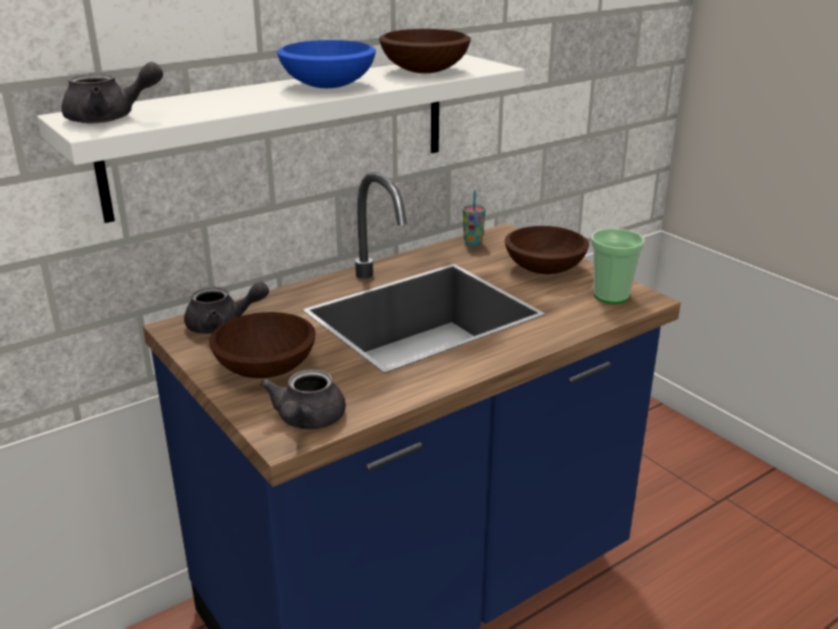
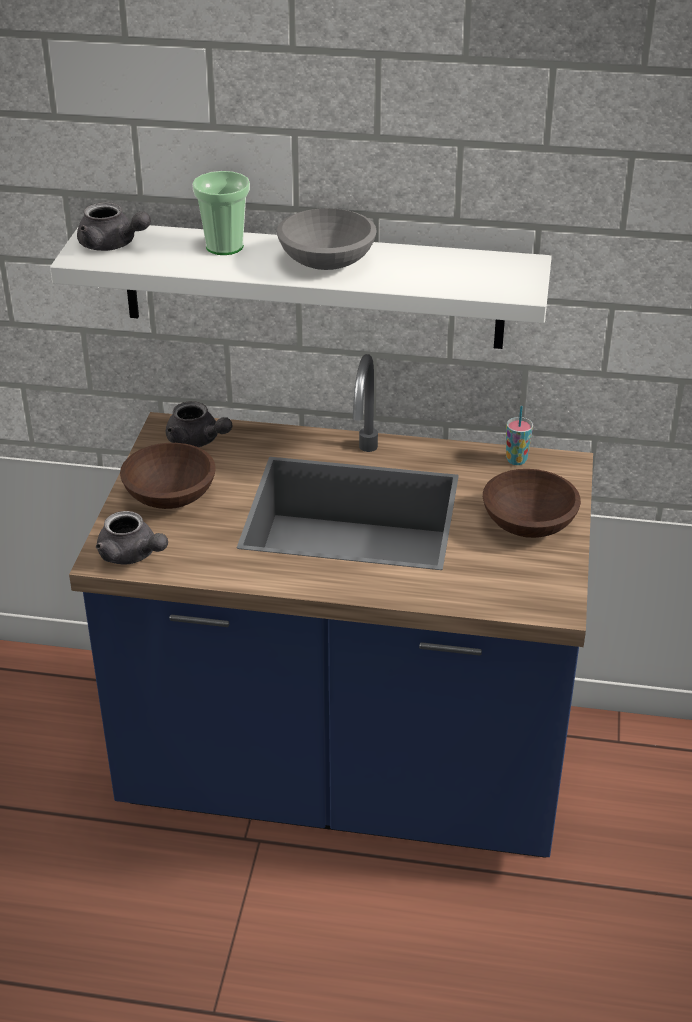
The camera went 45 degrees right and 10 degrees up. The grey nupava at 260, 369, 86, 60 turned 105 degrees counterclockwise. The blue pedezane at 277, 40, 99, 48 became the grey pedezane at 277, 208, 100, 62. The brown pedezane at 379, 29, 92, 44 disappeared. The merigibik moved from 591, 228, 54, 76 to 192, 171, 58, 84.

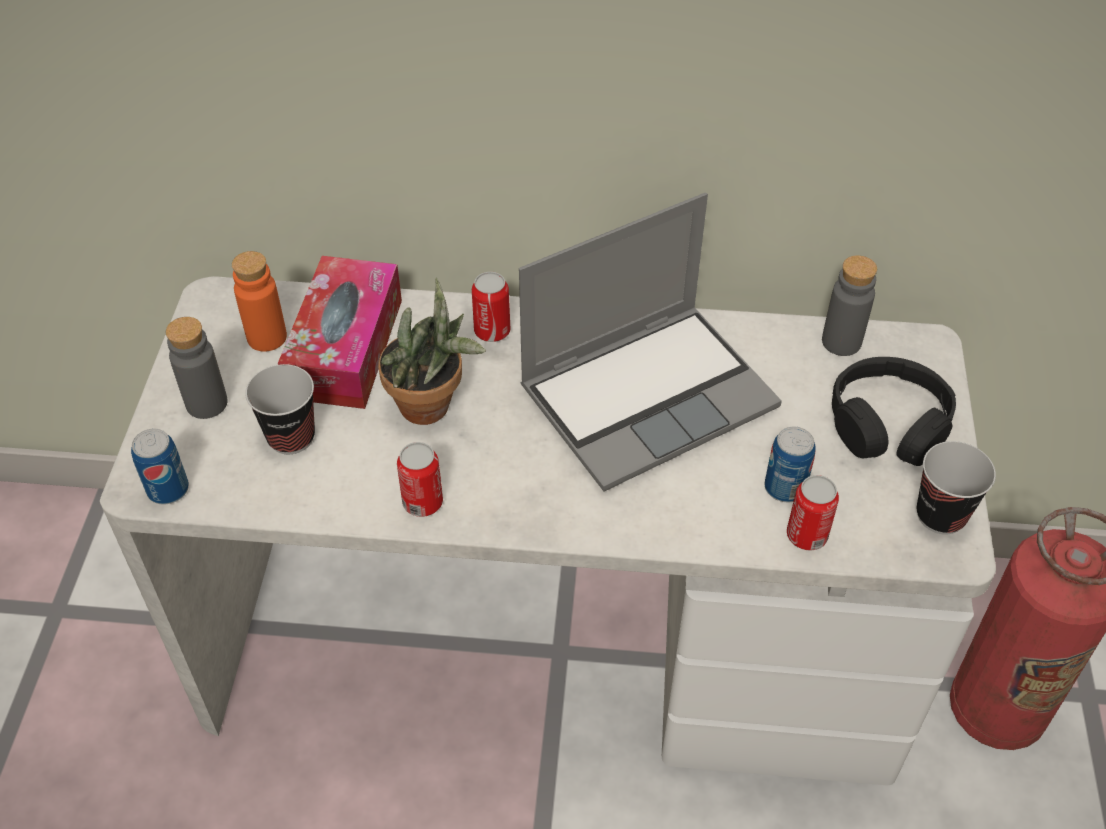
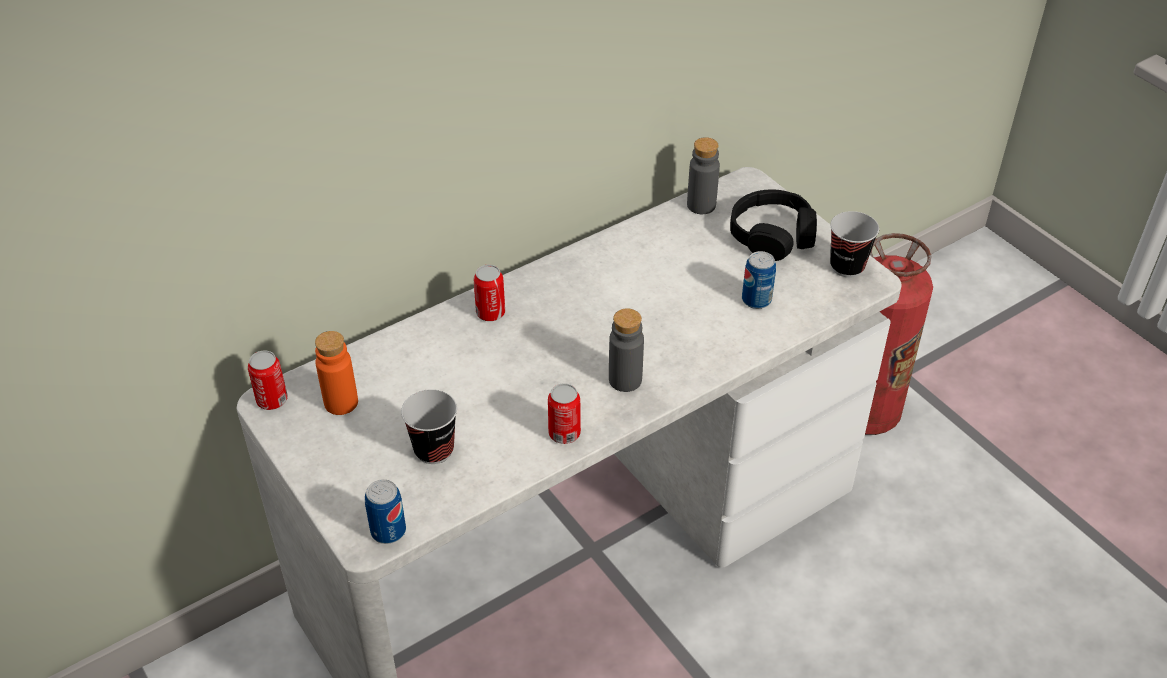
The camera went 40 degrees left and 5 degrees down. The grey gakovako moved from 166, 317, 61, 102 to 609, 308, 35, 84. The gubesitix at 278, 256, 124, 153 disappeared. The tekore at 378, 278, 108, 147 disappeared. The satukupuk at 519, 193, 263, 299 disappeared. The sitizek moved from 787, 475, 52, 75 to 248, 350, 40, 60.

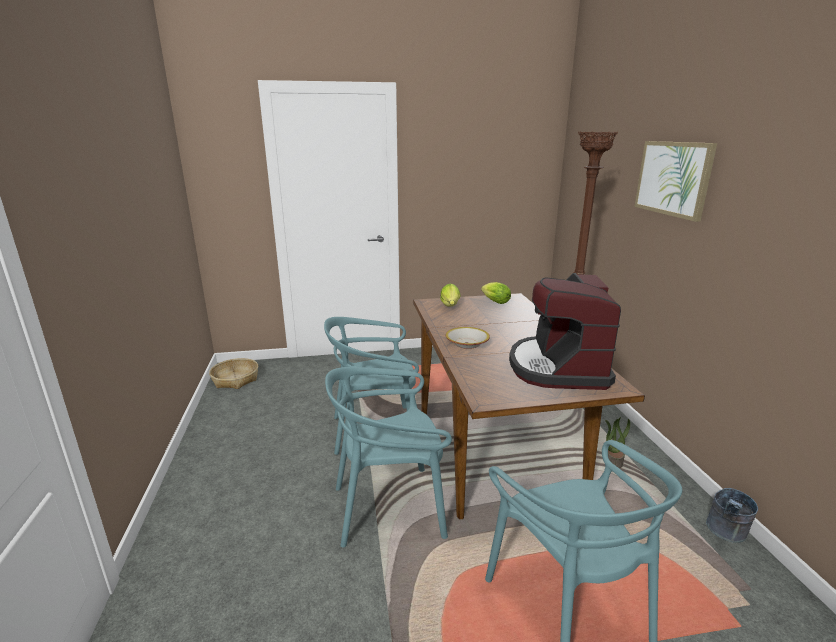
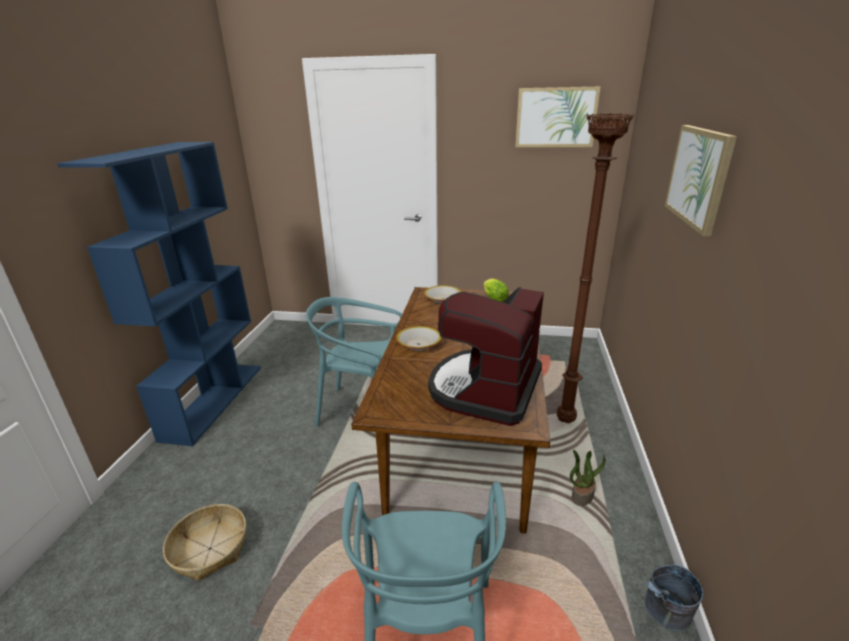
The camera went 20 degrees right and 5 degrees up. The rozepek moved from 209, 358, 49, 31 to 163, 504, 83, 77. The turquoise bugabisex at 325, 367, 127, 181 disappeared. The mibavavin at 440, 283, 21, 23 was replaced by the pedezane at 424, 285, 38, 19. The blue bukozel at 57, 142, 204, 304 appeared. The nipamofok at 515, 87, 85, 60 appeared.

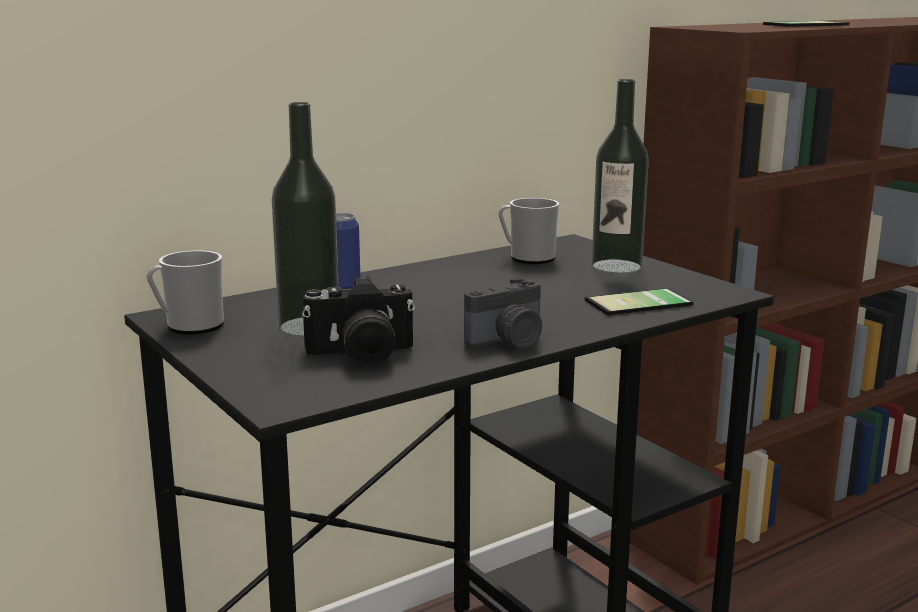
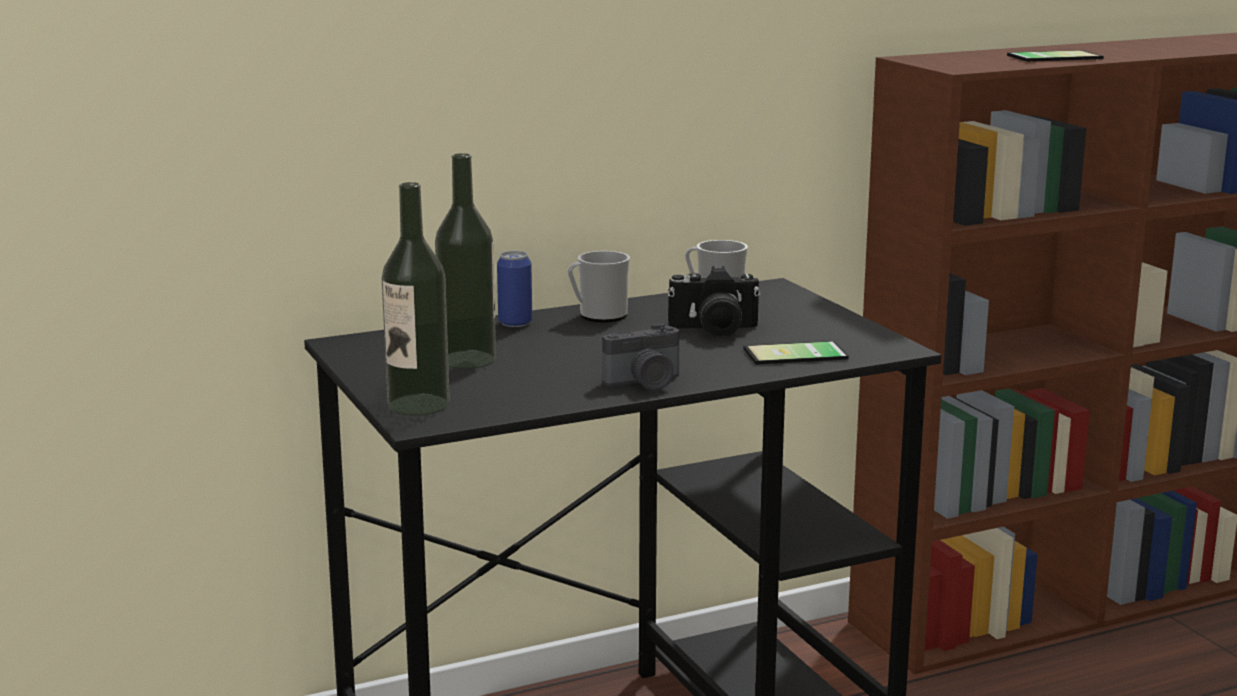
The camera went 10 degrees right and 0 degrees up. The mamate moved from 146, 250, 78, 85 to 568, 251, 62, 71. The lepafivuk moved from 302, 276, 113, 90 to 668, 266, 92, 72. The gakovako moved from 592, 79, 57, 195 to 382, 182, 68, 234.

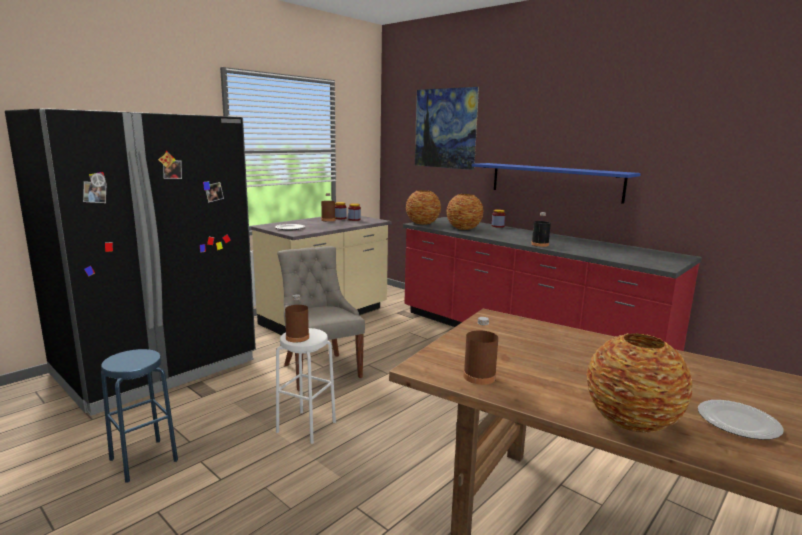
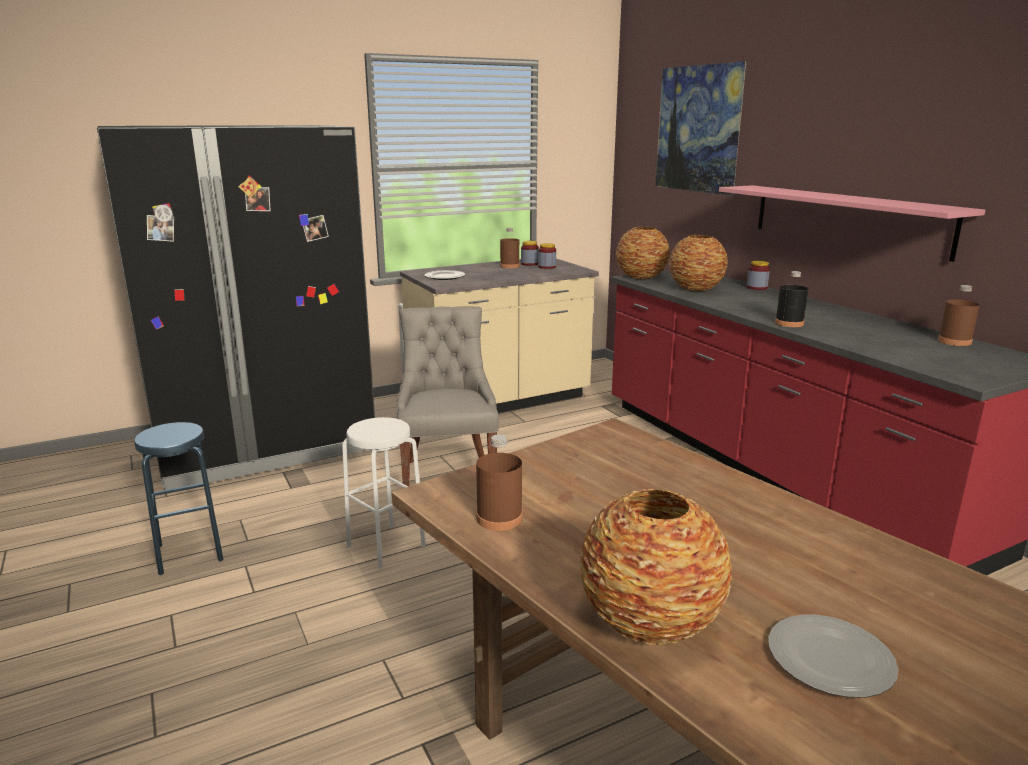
The camera went 20 degrees right and 5 degrees up. The brown gakovako moved from 285, 294, 24, 48 to 938, 285, 42, 61. The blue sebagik at 472, 163, 169, 41 became the pink sebagik at 719, 185, 266, 77.

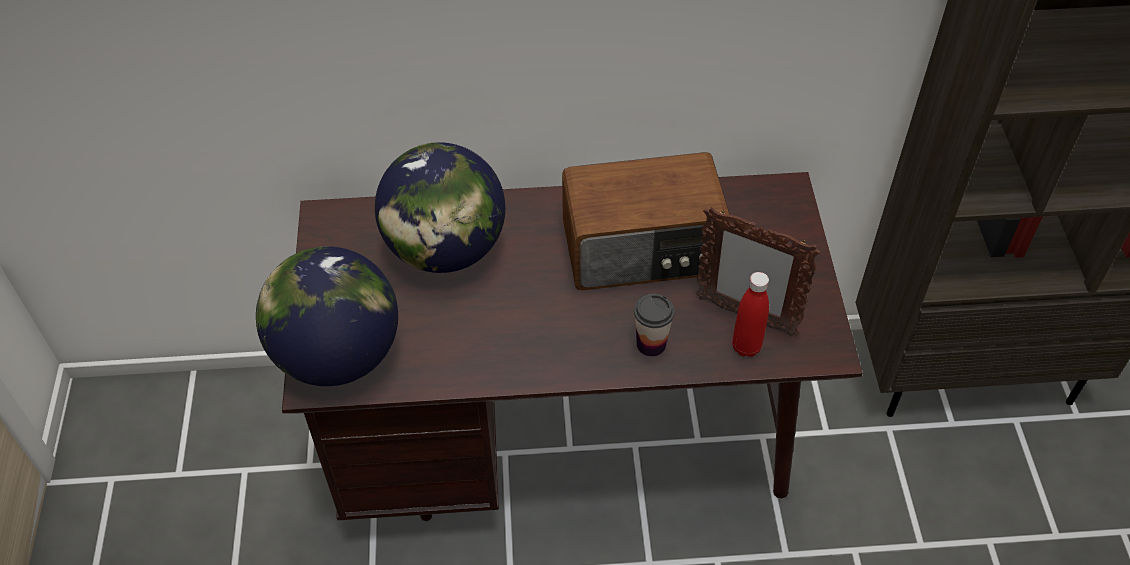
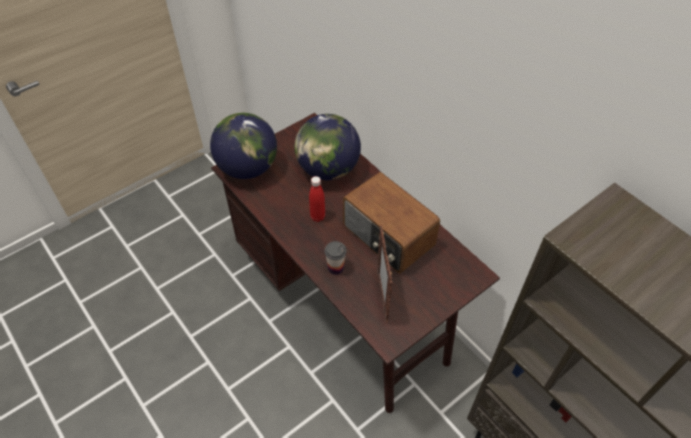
The camera went 55 degrees right and 0 degrees up. The red gakovako moved from 732, 272, 37, 85 to 309, 176, 16, 46.

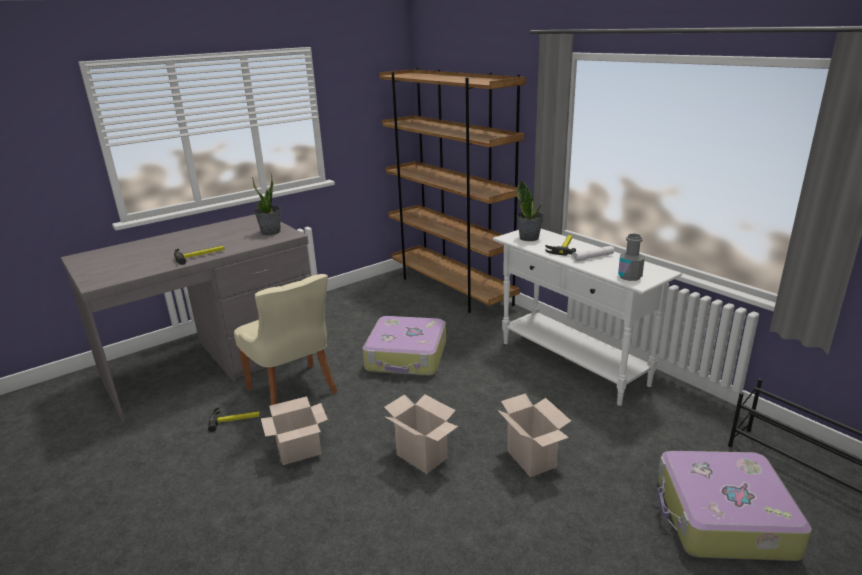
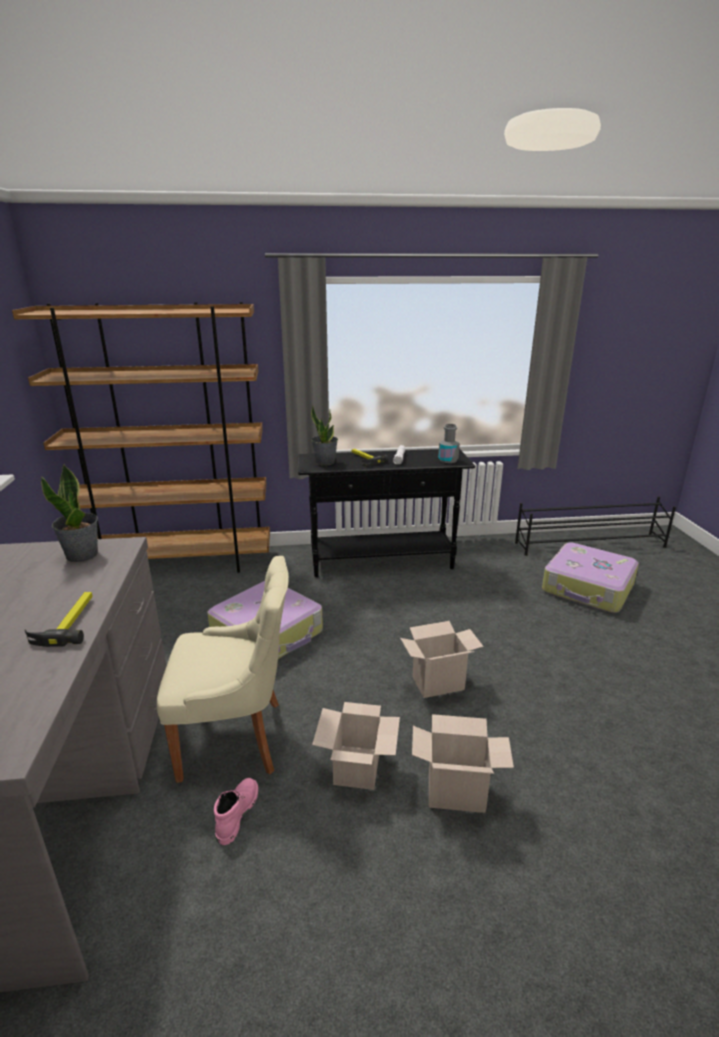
The camera went 60 degrees left and 0 degrees up. The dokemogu at 208, 407, 52, 25 was replaced by the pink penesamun at 214, 778, 44, 67. The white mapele at 493, 229, 189, 177 became the black mapele at 297, 449, 178, 128. The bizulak moved from 497, 393, 74, 84 to 412, 714, 102, 99.

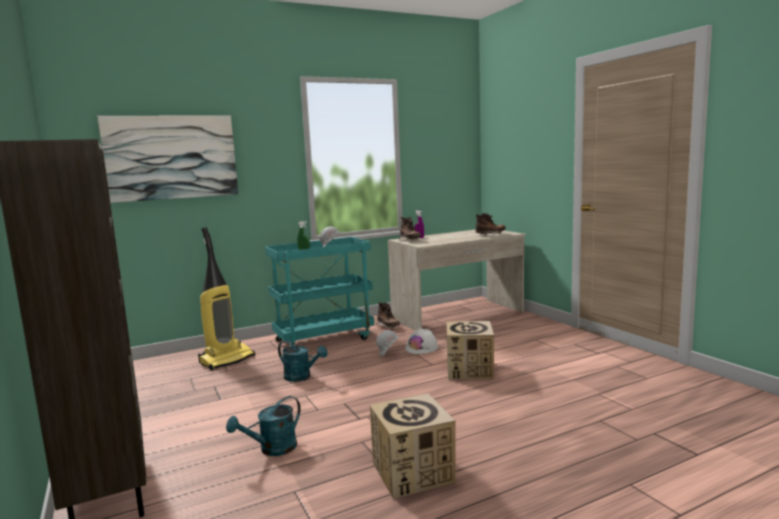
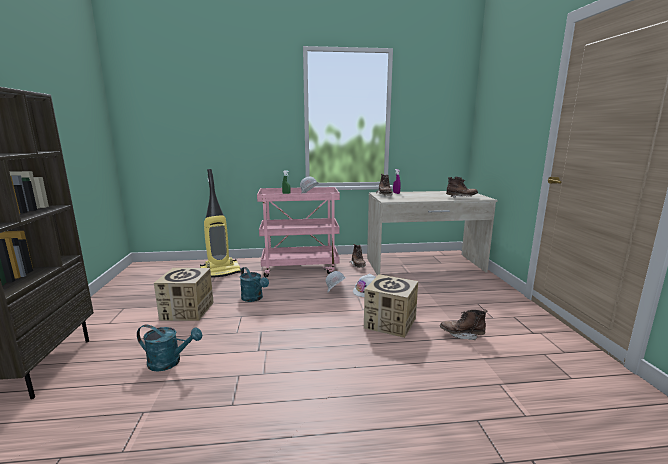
The camera went 20 degrees right and 5 degrees up. The nipamofok at 98, 115, 140, 88 disappeared. The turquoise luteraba at 226, 396, 75, 60 turned 150 degrees counterclockwise. The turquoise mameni at 265, 237, 109, 109 became the pink mameni at 257, 187, 83, 90. The bizulak moved from 370, 393, 85, 106 to 154, 268, 60, 53. The brown penesamun at 440, 309, 47, 31 appeared.

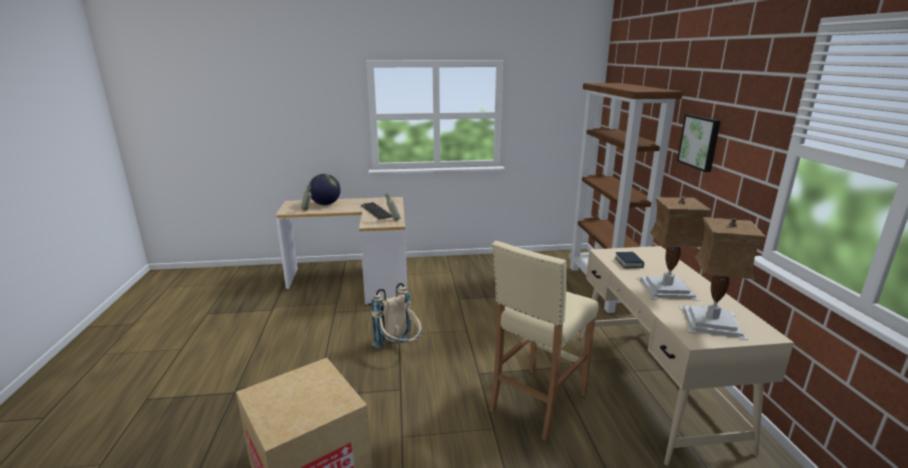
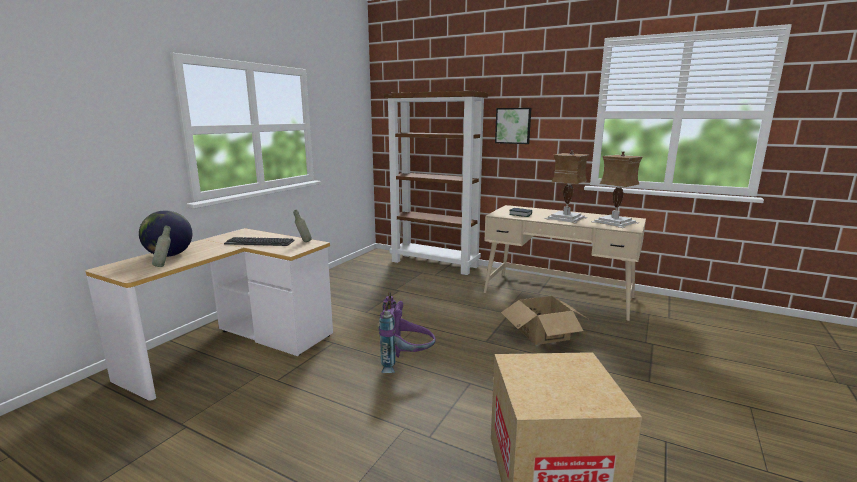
The camera went 55 degrees left and 5 degrees down. The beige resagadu at 371, 283, 51, 66 became the purple resagadu at 379, 292, 57, 81. The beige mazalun at 489, 241, 110, 200 was replaced by the bizulak at 501, 296, 87, 49.

